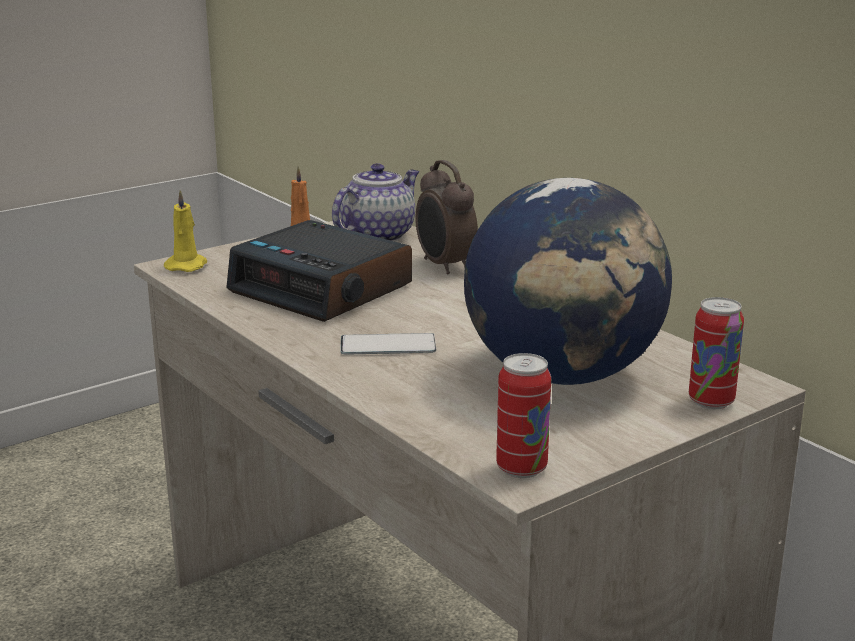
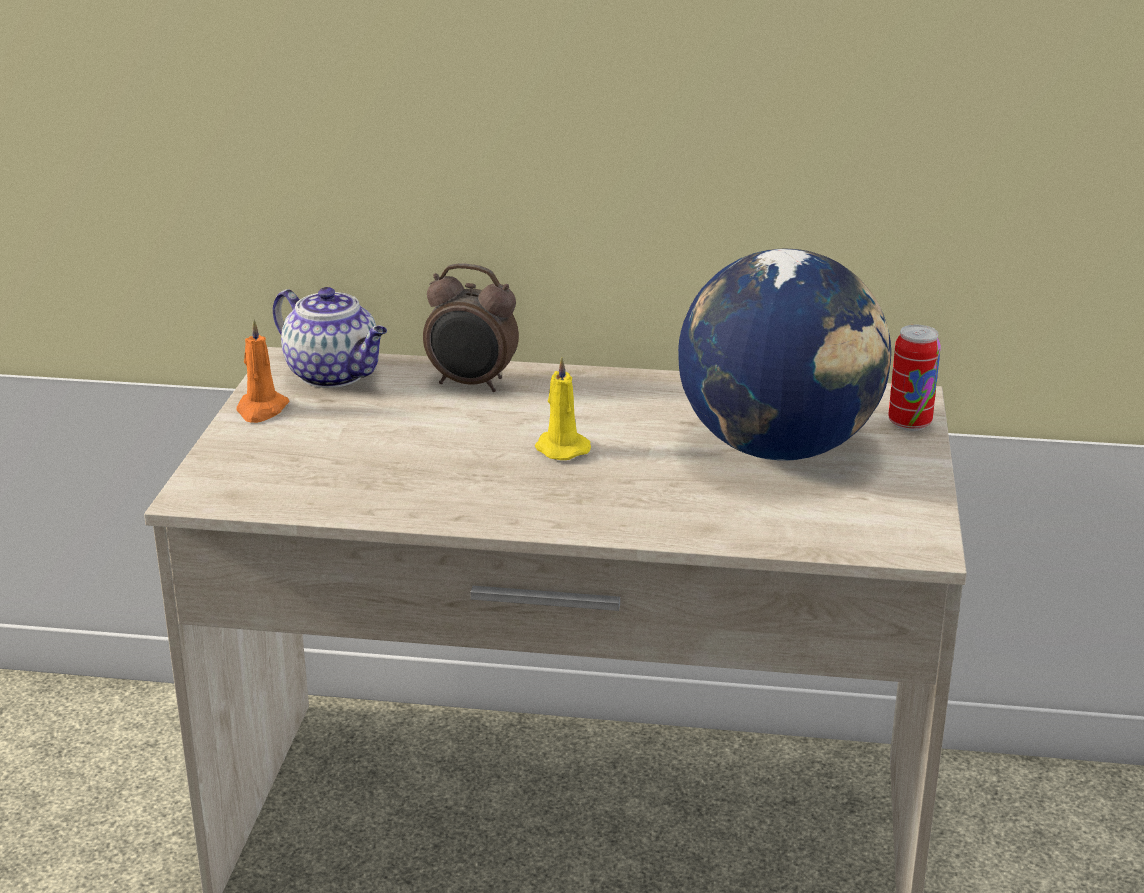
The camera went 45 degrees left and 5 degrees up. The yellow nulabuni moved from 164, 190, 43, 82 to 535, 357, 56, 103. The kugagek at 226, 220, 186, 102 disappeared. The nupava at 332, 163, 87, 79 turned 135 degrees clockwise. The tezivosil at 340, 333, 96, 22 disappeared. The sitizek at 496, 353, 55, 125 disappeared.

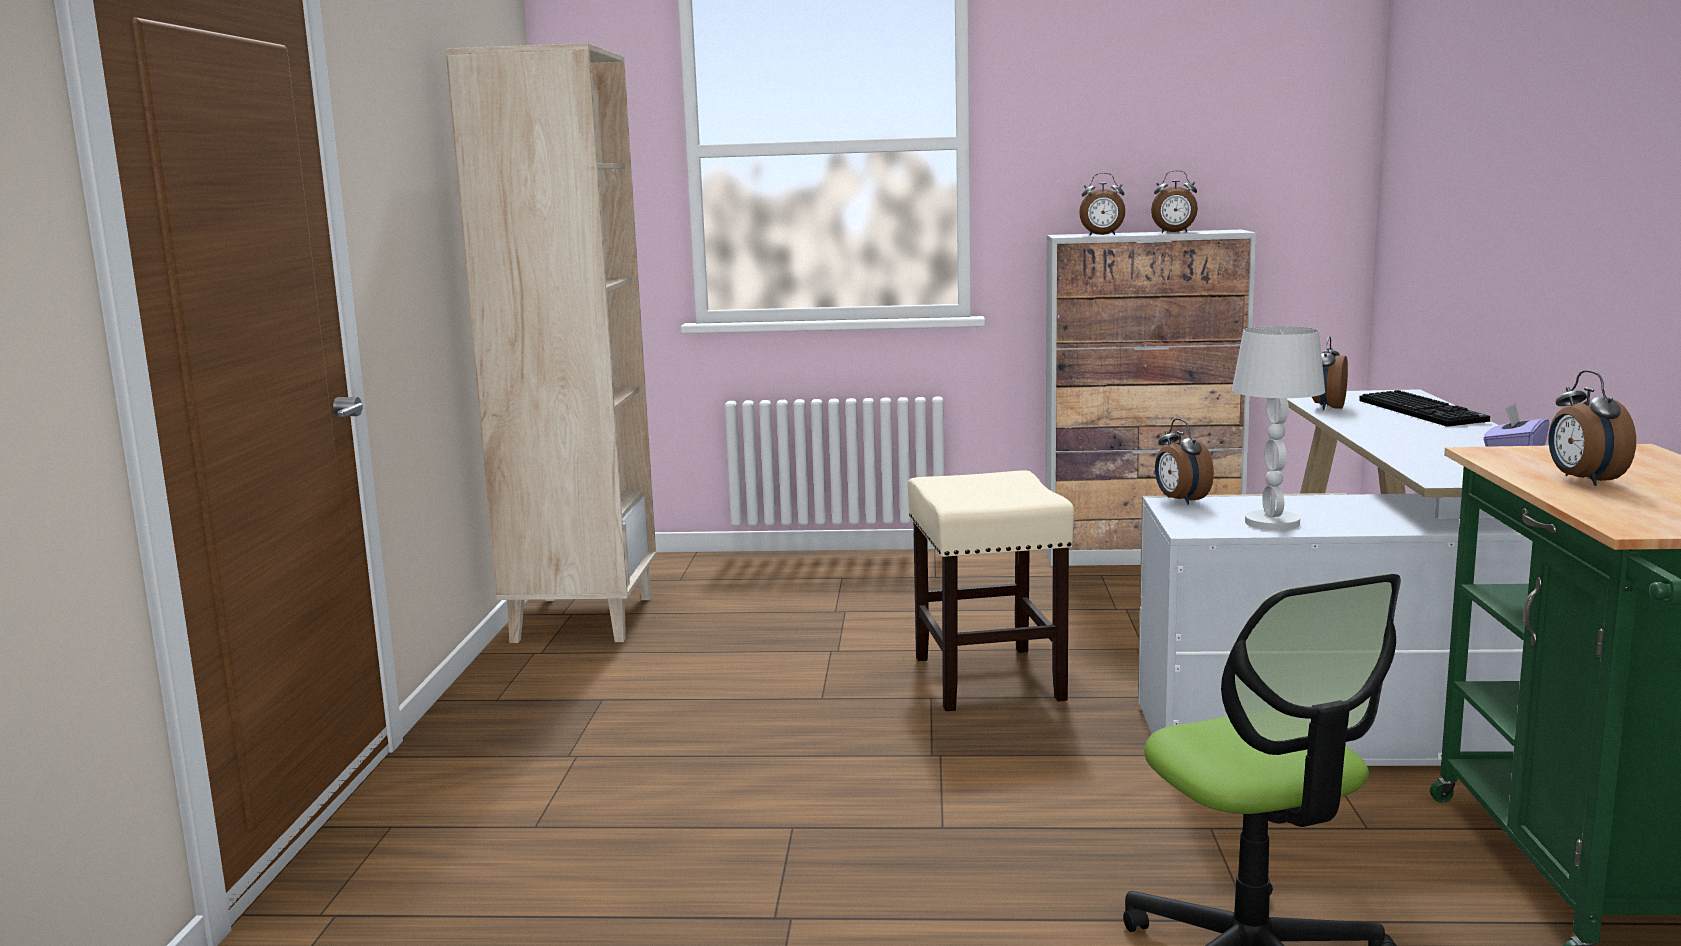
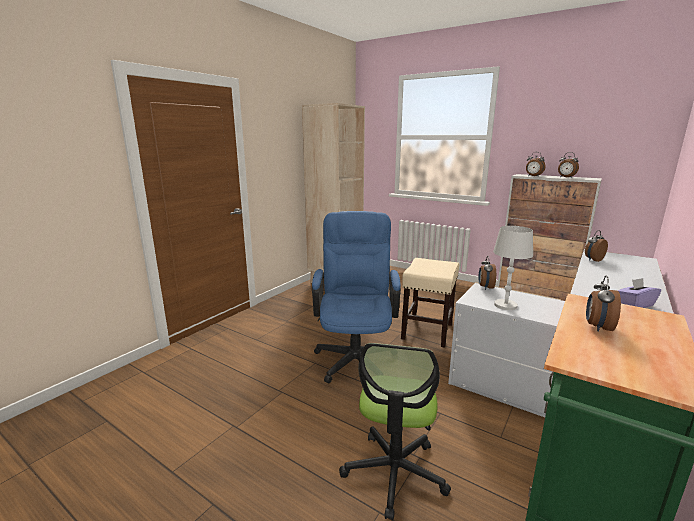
The camera went 30 degrees right and 5 degrees up. The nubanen at 1359, 390, 131, 37 disappeared. The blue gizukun at 312, 211, 89, 172 appeared.

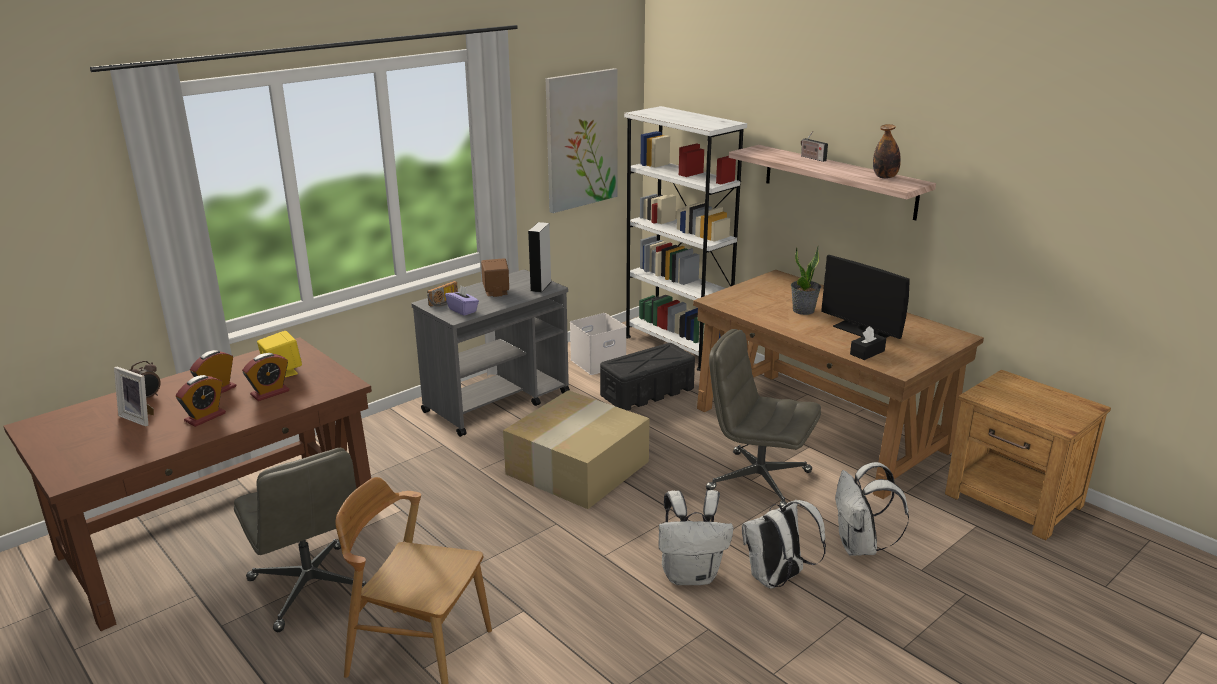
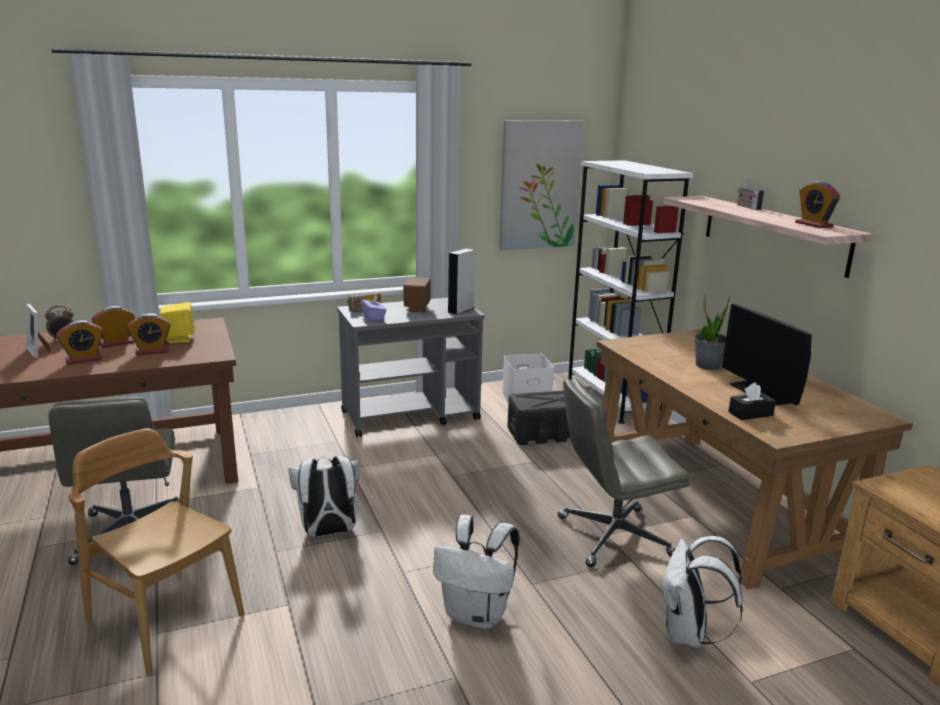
The camera went 20 degrees right and 5 degrees down. The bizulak at 503, 390, 147, 119 disappeared. The grey gizukun at 706, 329, 115, 178 turned 60 degrees counterclockwise. The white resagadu moved from 742, 500, 84, 89 to 289, 456, 70, 81. The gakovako at 873, 124, 28, 55 was replaced by the kugagek at 795, 182, 45, 46.

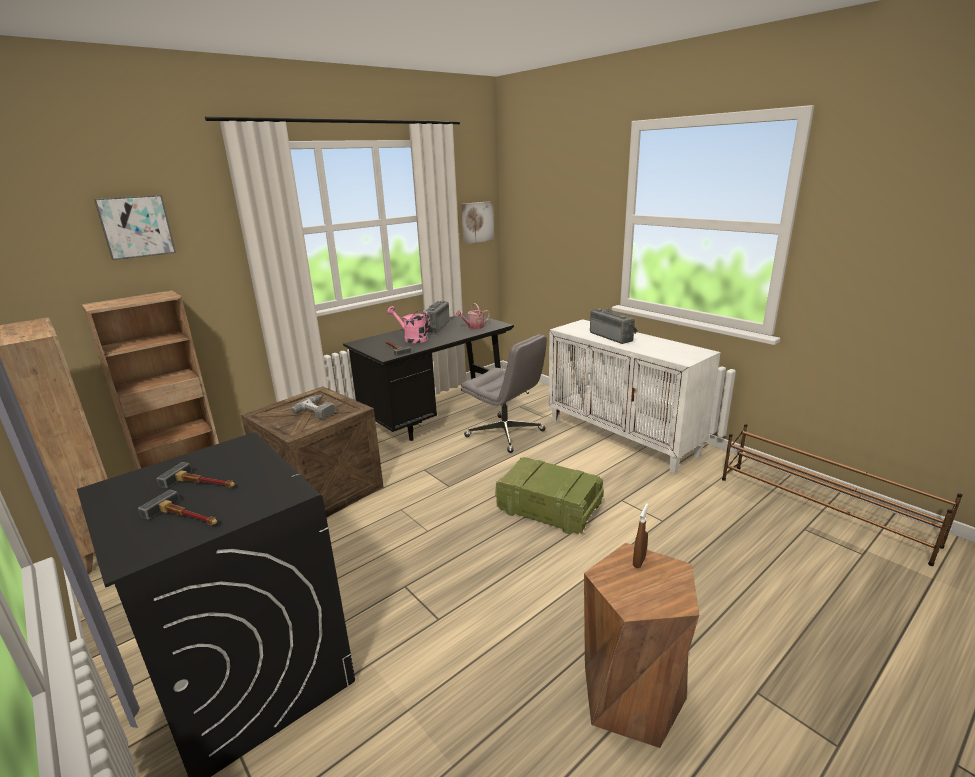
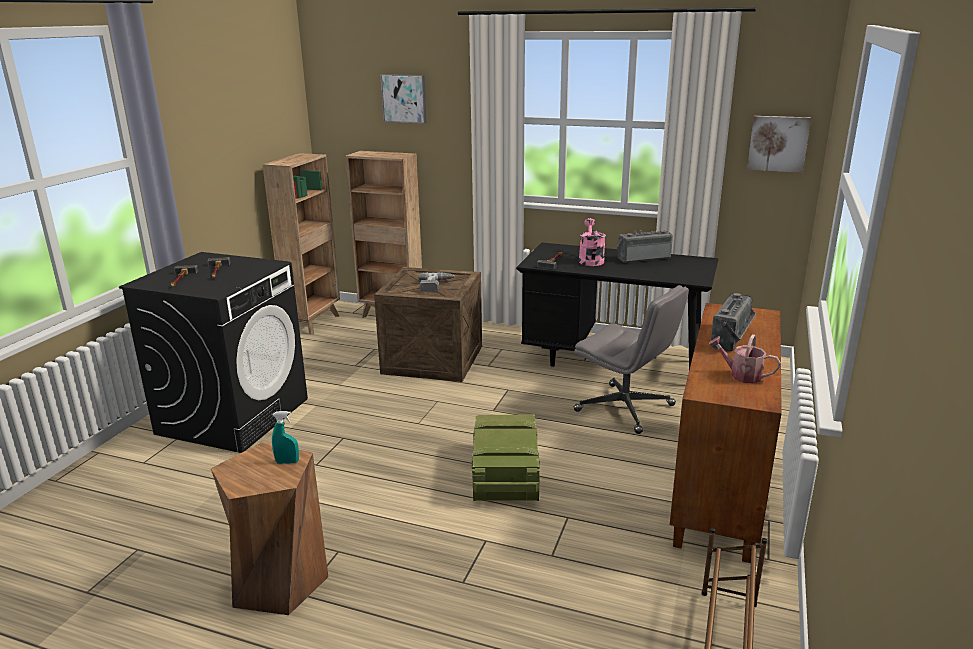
The camera went 60 degrees right and 0 degrees up. The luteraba moved from 455, 303, 35, 26 to 709, 334, 72, 49. The grey gizukun at 461, 334, 86, 119 turned 60 degrees counterclockwise. The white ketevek at 549, 319, 172, 154 became the brown ketevek at 670, 303, 112, 260. The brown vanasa at 633, 503, 15, 65 became the turquoise vanasa at 272, 411, 27, 53.

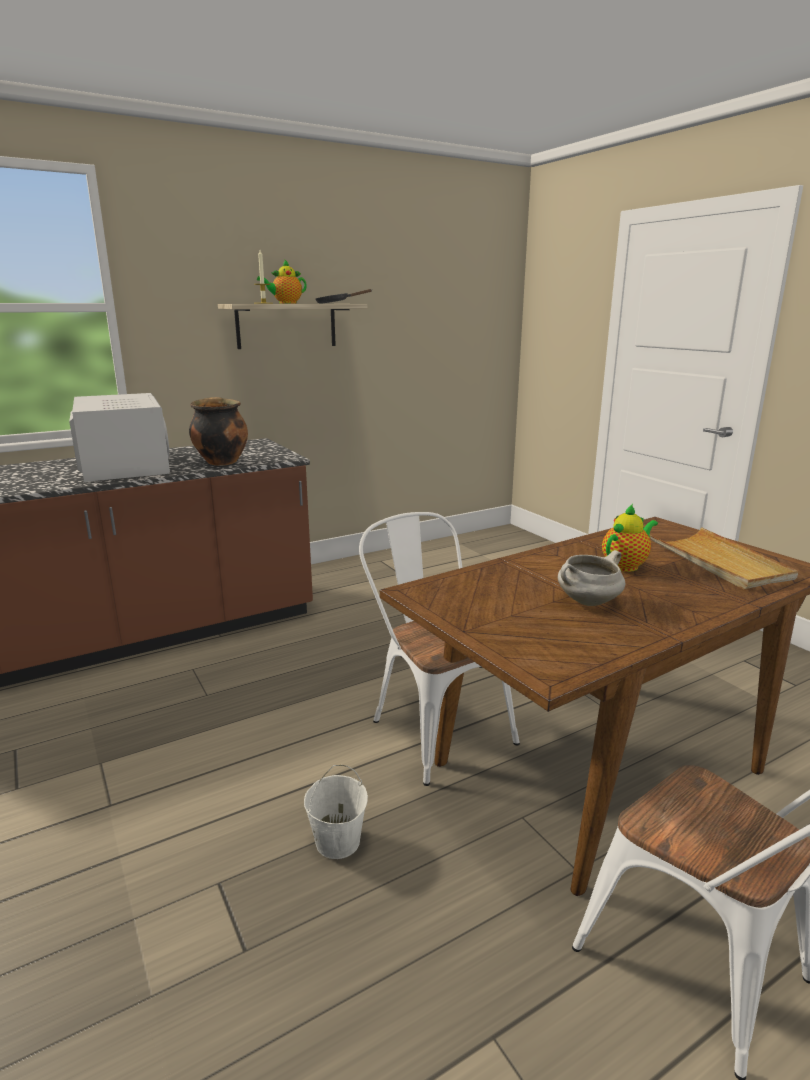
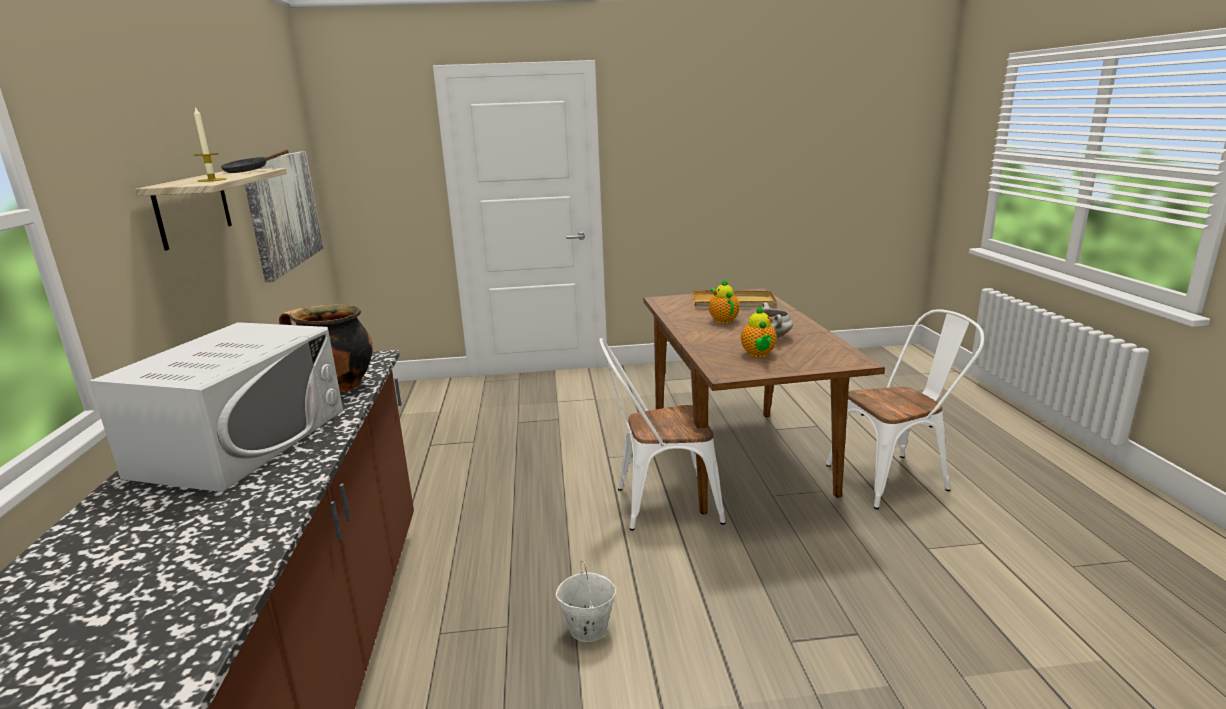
The camera went 65 degrees left and 0 degrees up. The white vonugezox at 69, 393, 101, 89 turned 105 degrees clockwise. The nupava moved from 257, 259, 50, 45 to 741, 306, 36, 52. The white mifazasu moved from 304, 765, 64, 94 to 555, 561, 61, 81. The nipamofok at 245, 151, 78, 132 appeared.

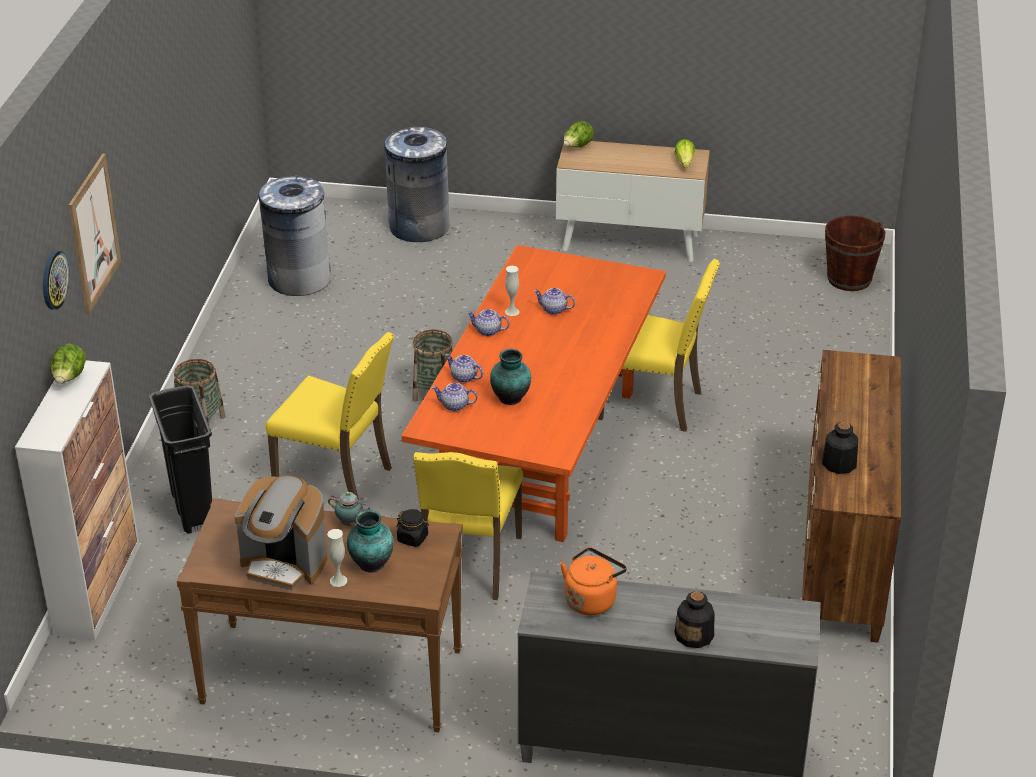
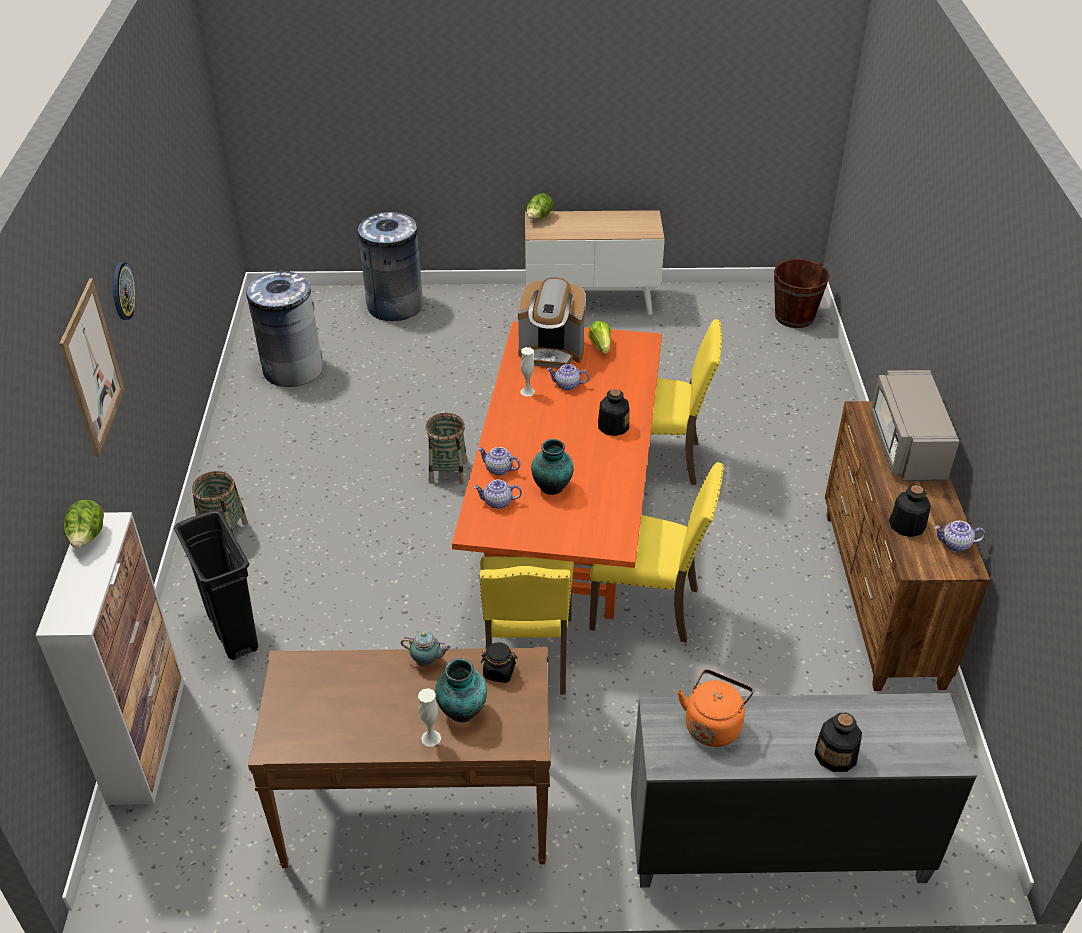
The camera went 10 degrees left and 5 degrees up. The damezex moved from 43, 251, 26, 59 to 113, 262, 23, 58. The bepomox moved from 235, 475, 92, 116 to 518, 277, 68, 91. The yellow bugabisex moved from 265, 332, 129, 168 to 589, 462, 135, 181. The nupava moved from 467, 309, 42, 27 to 934, 521, 51, 31. The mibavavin moved from 674, 139, 21, 29 to 588, 321, 23, 33. The gakovako at 598, 389, 31, 47 appeared. The grey vonugezox at 871, 370, 88, 111 appeared.

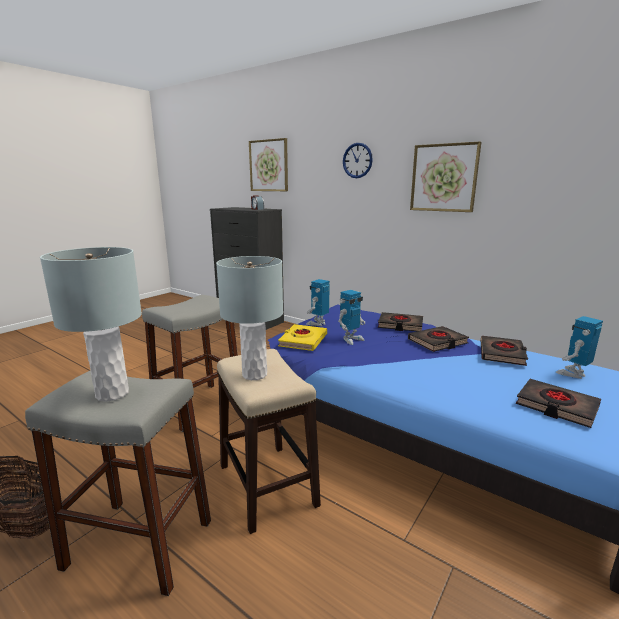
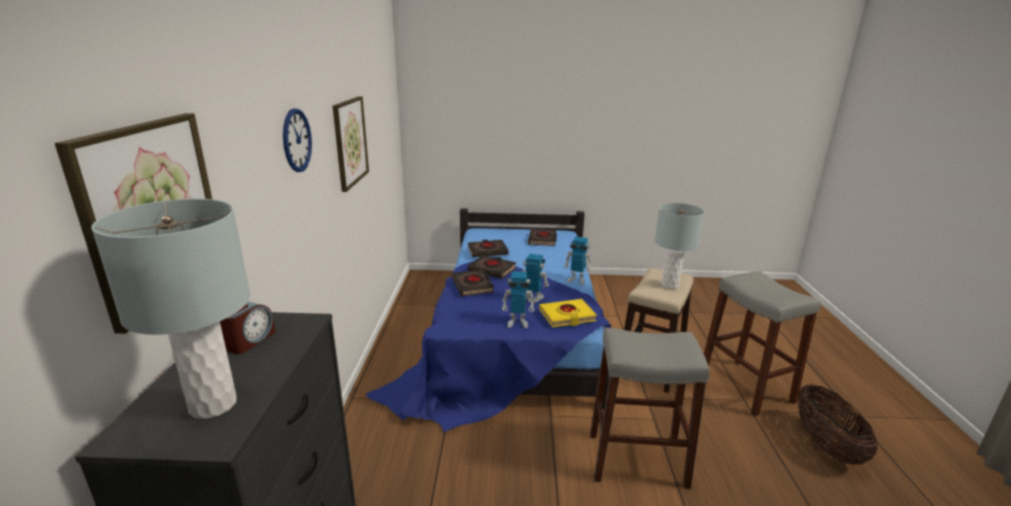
The camera went 125 degrees left and 5 degrees up. The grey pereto moved from 40, 247, 102, 155 to 91, 199, 159, 220. The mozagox moved from 556, 316, 47, 63 to 564, 237, 28, 48.

